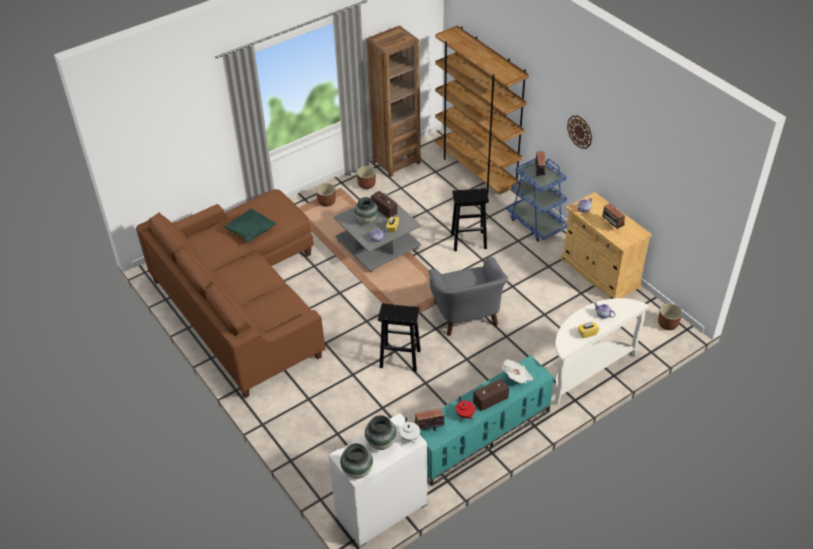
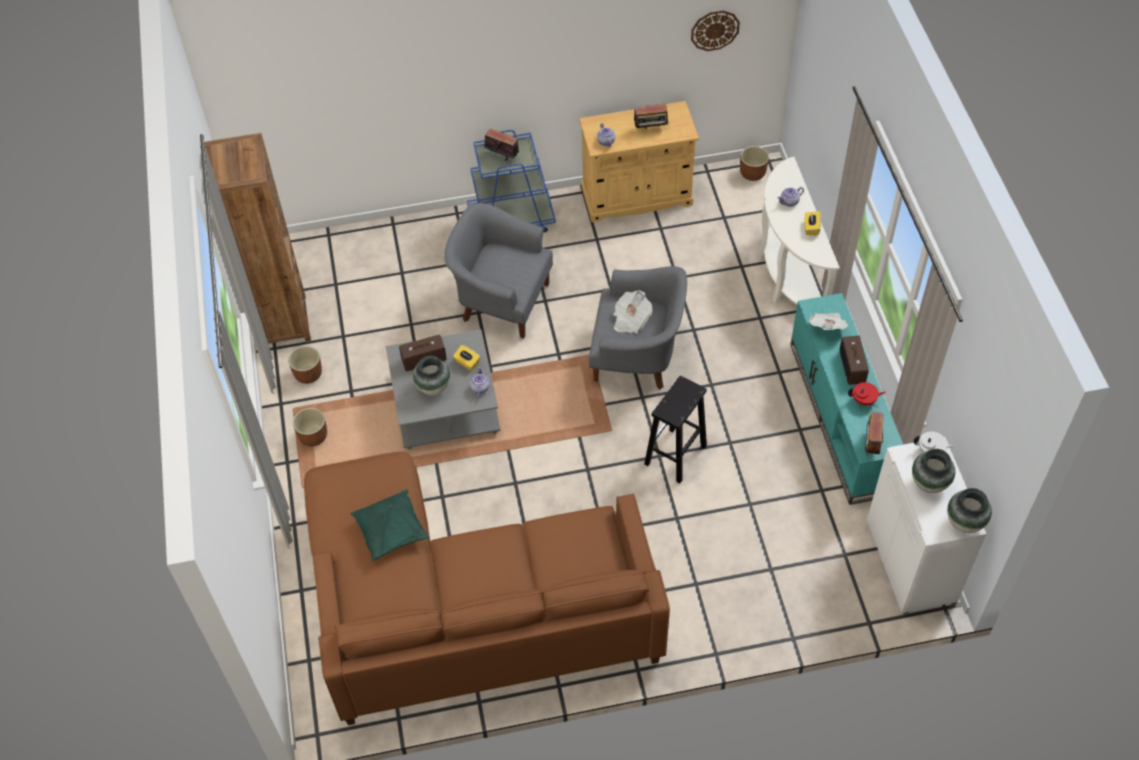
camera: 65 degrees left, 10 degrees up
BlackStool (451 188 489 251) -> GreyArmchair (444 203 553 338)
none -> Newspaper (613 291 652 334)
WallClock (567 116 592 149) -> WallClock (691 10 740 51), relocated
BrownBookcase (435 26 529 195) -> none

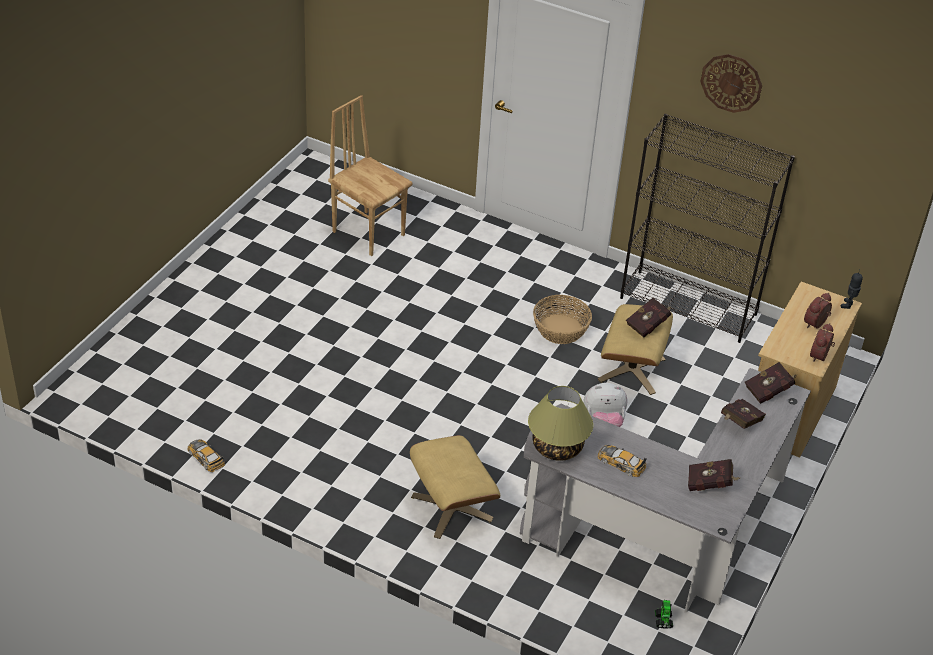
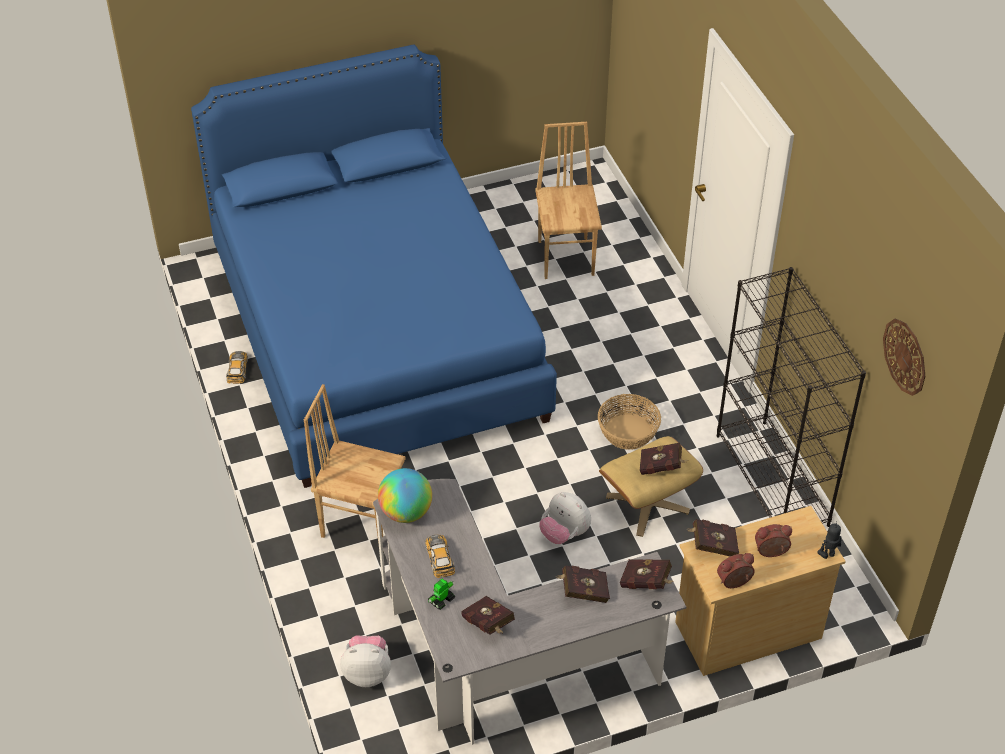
camera: 45 degrees right, 5 degrees up
none -> BlueBed (191 45 557 488)
BeigeOttoman (410 435 500 539) -> BrownChair (304 384 406 552)
none -> PlushToy (340 635 391 687)
TableLamp (528 386 593 461) -> Globe (378 468 432 523)
ToyRobot (655 599 673 629) -> ToyRobot (428 579 455 610), relocated
none -> RedBook (688 519 739 556)
WallClock (700 54 762 113) -> WallClock (883 319 925 396), relocated

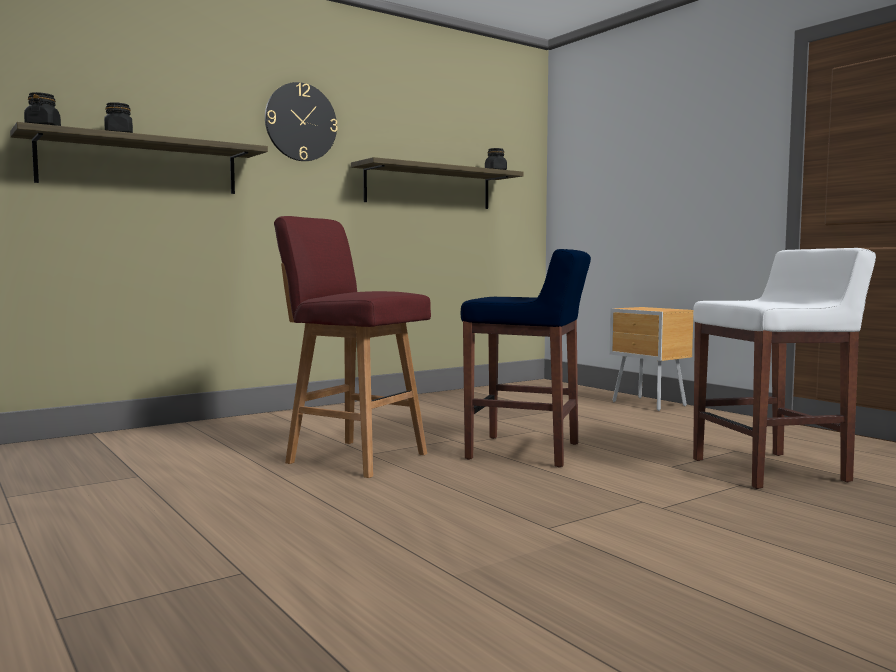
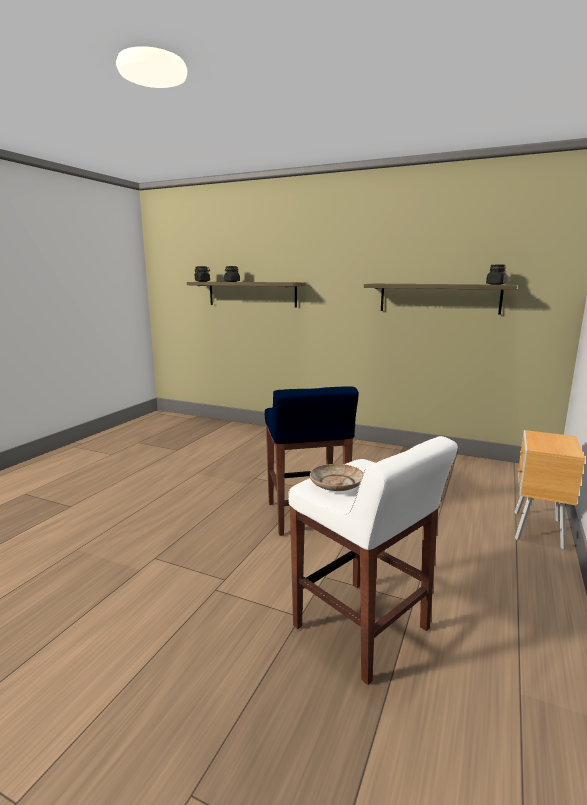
camera: 60 degrees right, 10 degrees up
none -> BeigePlate (310 464 363 491)
WallClock (265 82 338 161) -> none
RedStool (274 216 431 478) -> none

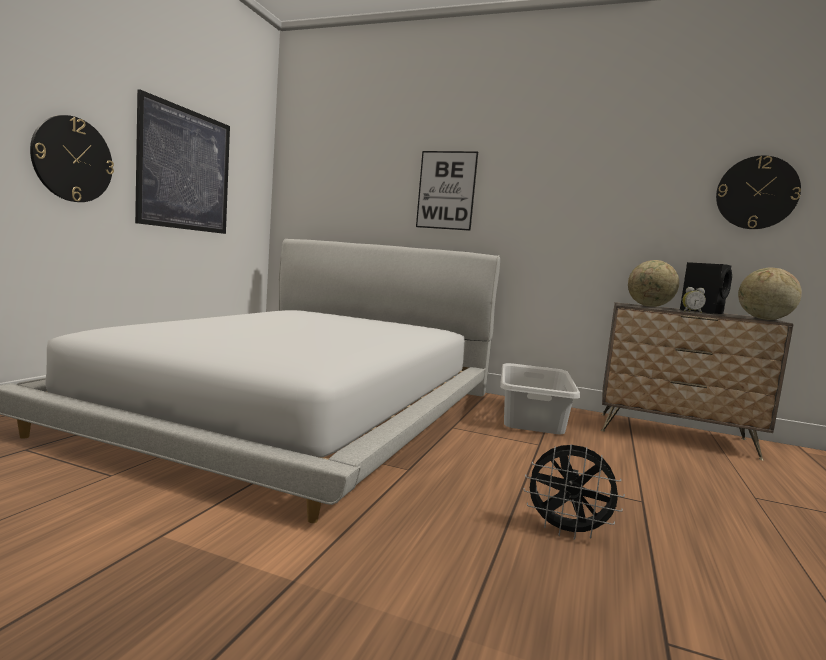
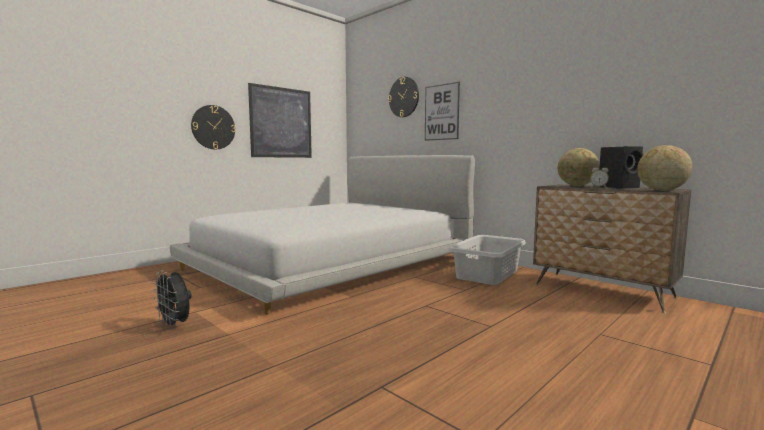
camera: 25 degrees right, 0 degrees up
BlackFan (523 445 625 540) -> BlackFan (152 271 192 329), relocated
WallClock (716 156 801 229) -> WallClock (388 77 419 117), relocated

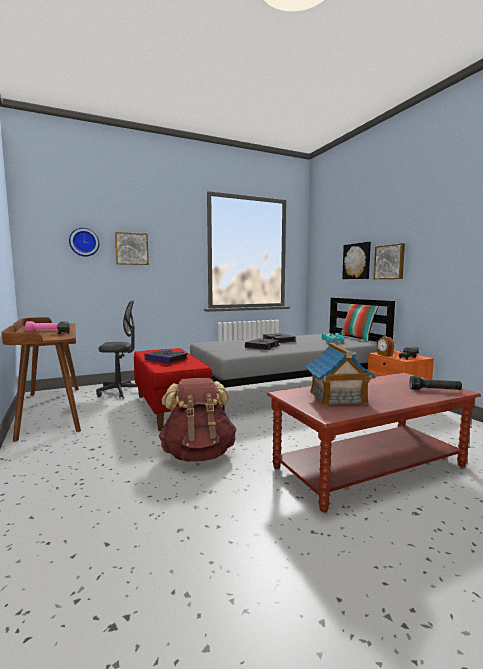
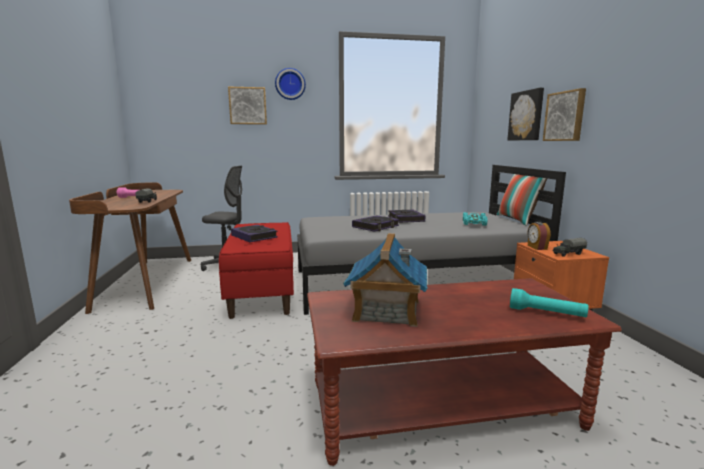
camera: 15 degrees right, 5 degrees up
WallClock (69 228 100 257) -> WallClock (275 68 306 100), relocated
BlackFlashlight (409 376 462 390) -> TurquoiseFlashlight (510 288 588 317)
BrownBackpack (158 378 237 462) -> none

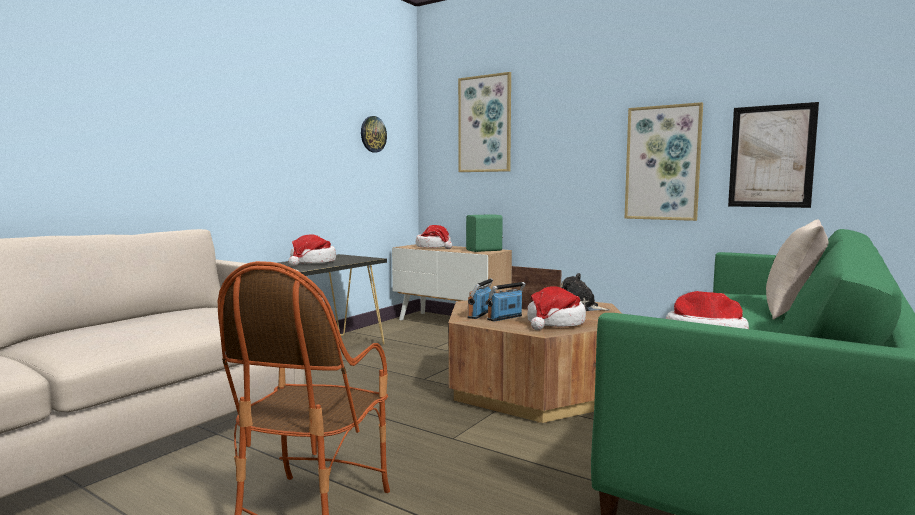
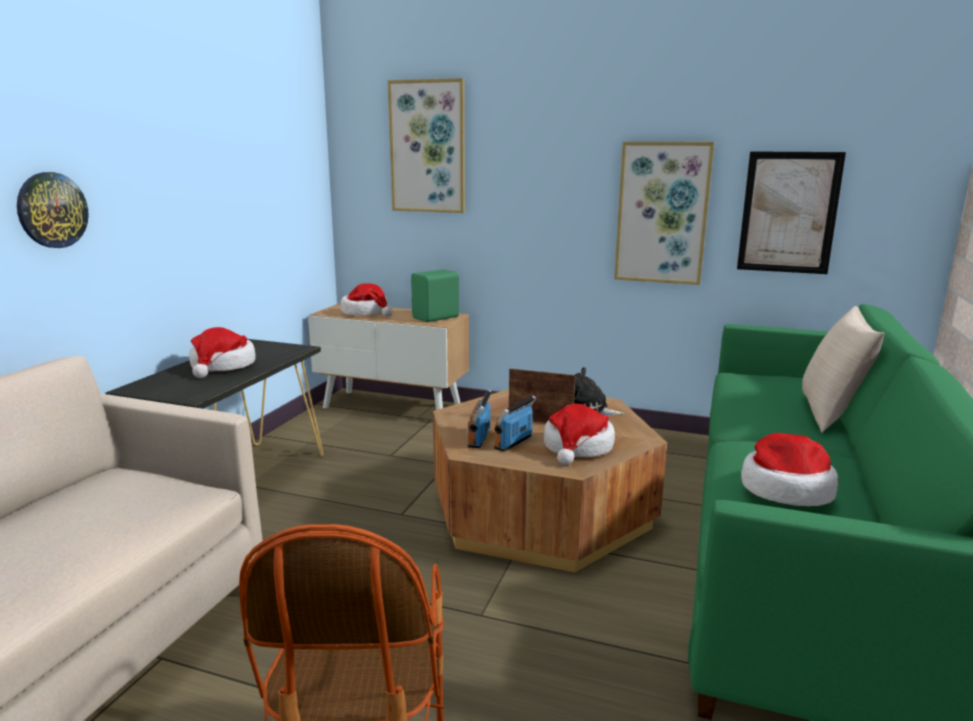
camera: 15 degrees left, 10 degrees up
WallClock (361 116 387 153) -> WallClock (17 172 89 248), relocated

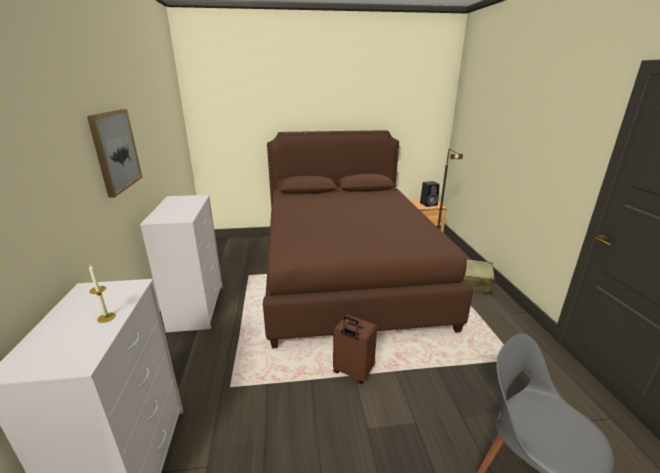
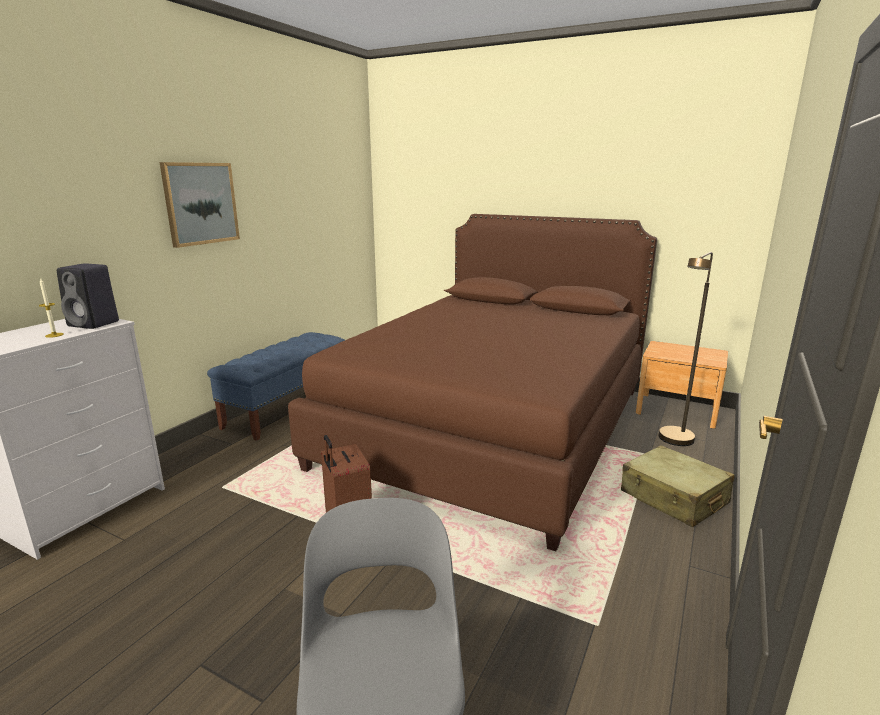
camera: 35 degrees right, 5 degrees down
BlackSpeaker (420 181 440 207) -> BlackSpeaker (57 263 119 329), relocated
WhiteDresser (140 195 223 332) -> BlueBench (207 332 345 441)

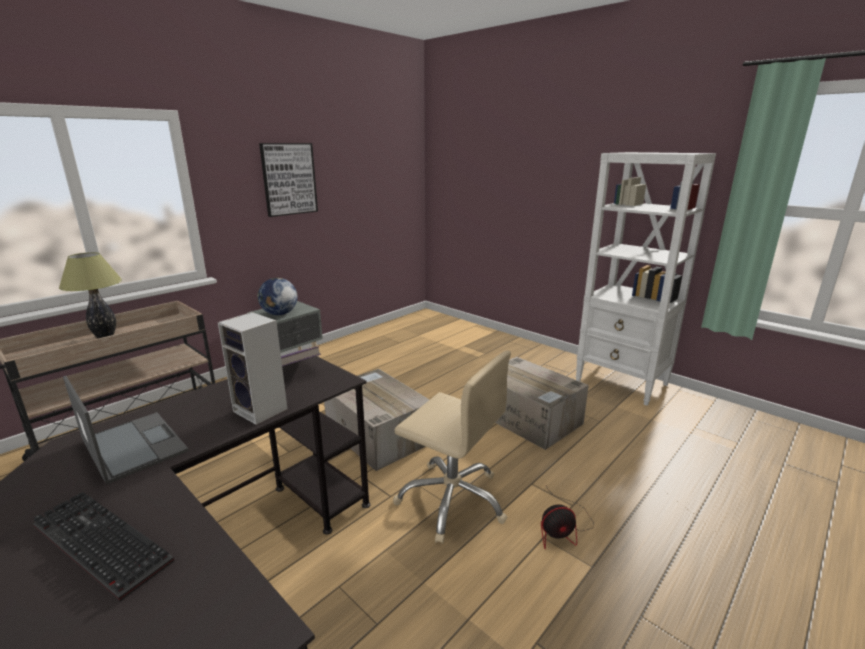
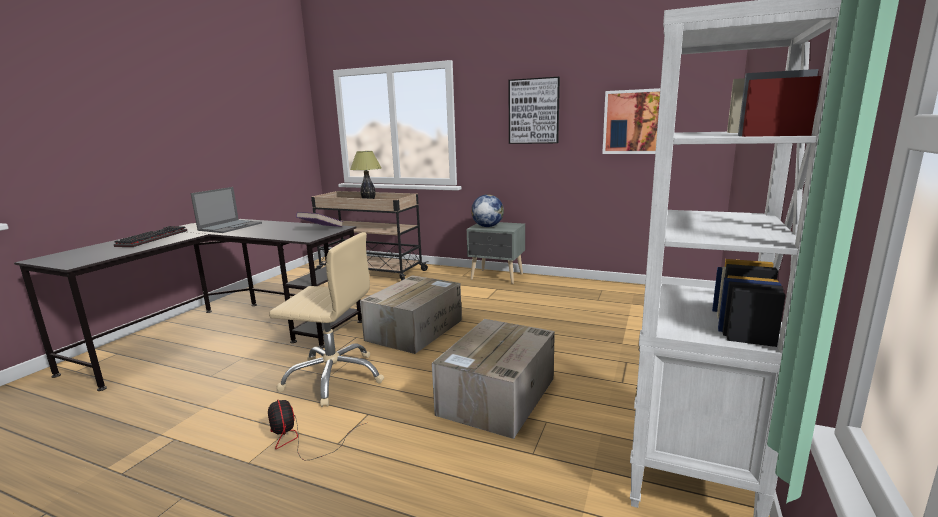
camera: 70 degrees right, 5 degrees down
BeigeOfficeChair (393 350 511 544) -> BeigeOfficeChair (269 232 384 407), 90 degrees counterclockwise
none -> Picture (602 88 660 154)
Speaker (218 312 287 425) -> none

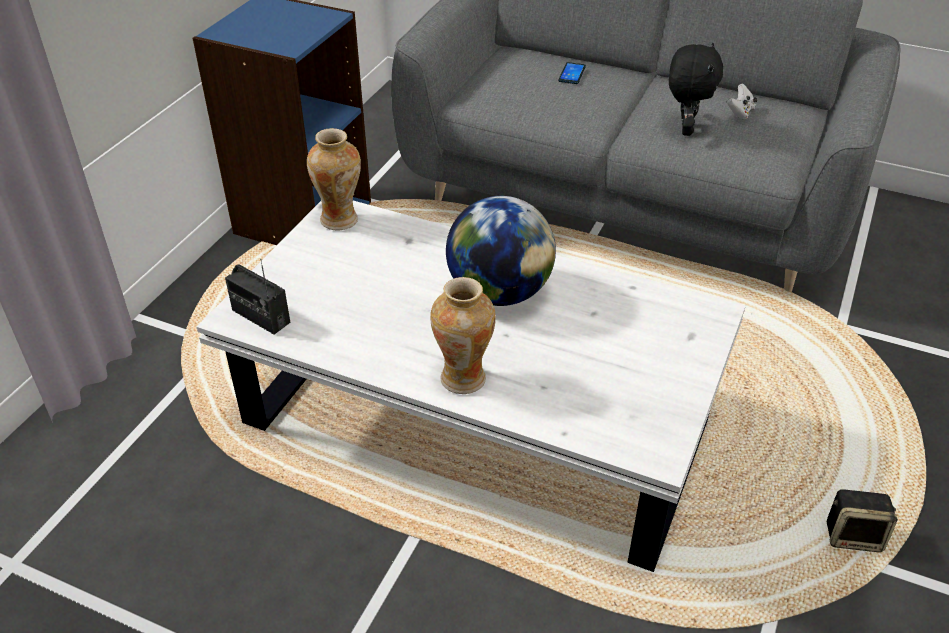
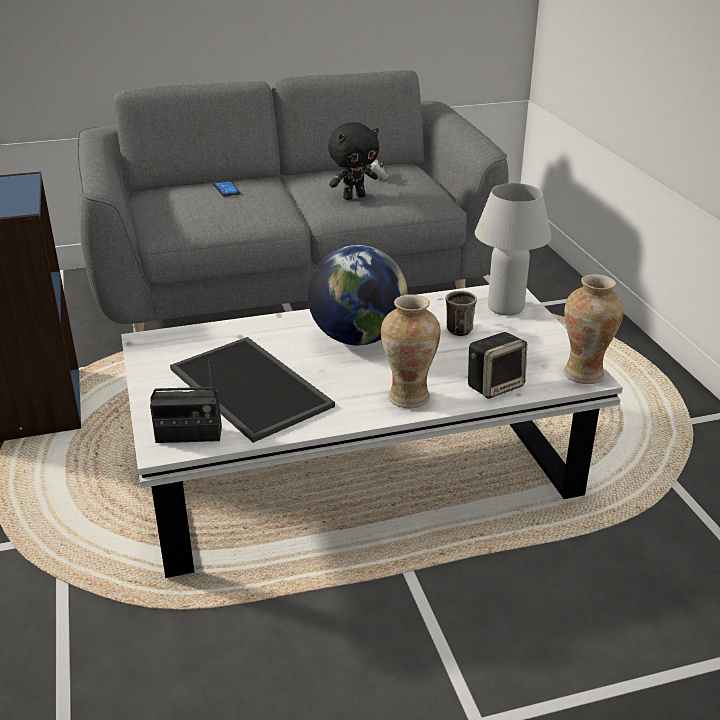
camera: 40 degrees left, 10 degrees down
none -> Tray (170 337 335 443)
BlackPlushToy (669 43 723 136) -> BlackPlushToy (328 122 379 200), 90 degrees clockwise
none -> Mug (446 291 477 336)
Speaker (827 489 898 552) -> Speaker (468 332 527 399), relocated
none -> WhiteTableLamp (475 183 552 316)
Vase (307 128 361 230) -> Vase (563 274 624 384), relocated

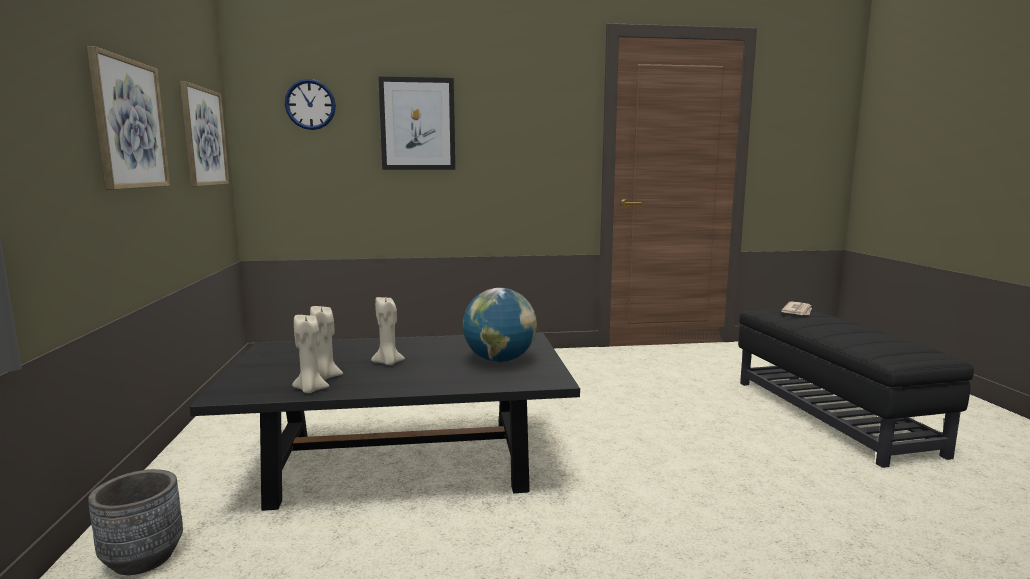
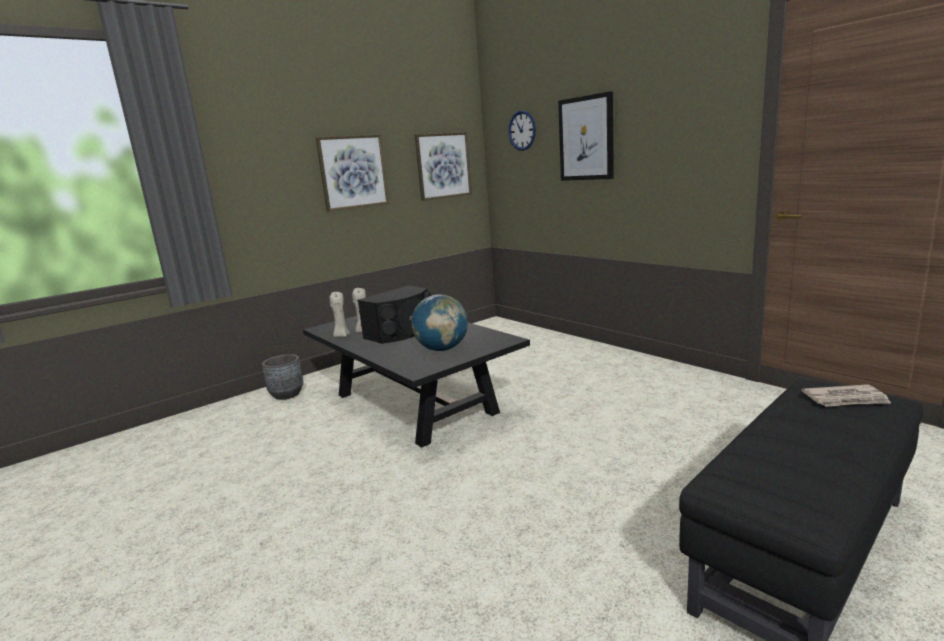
camera: 60 degrees right, 5 degrees up
BeigeCandle (371 297 405 365) -> BlackSpeaker (358 286 431 344)

